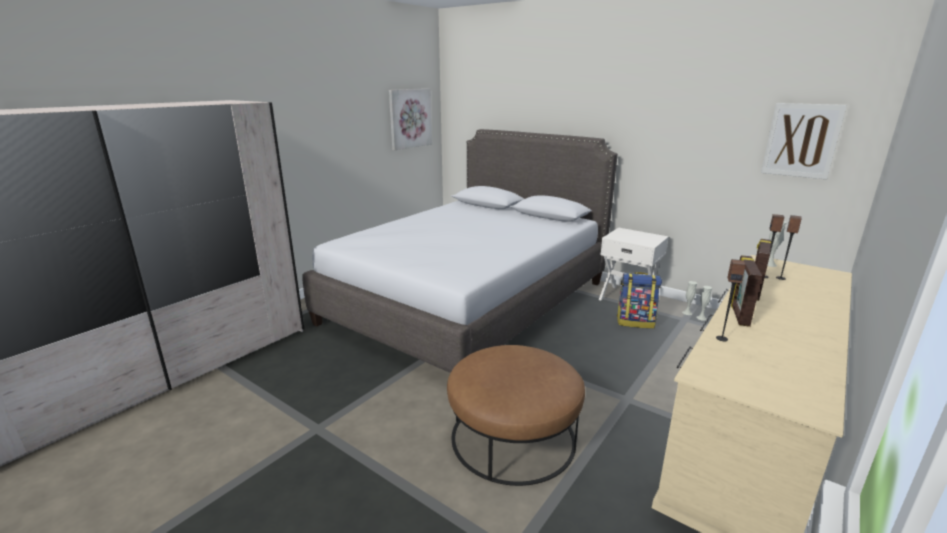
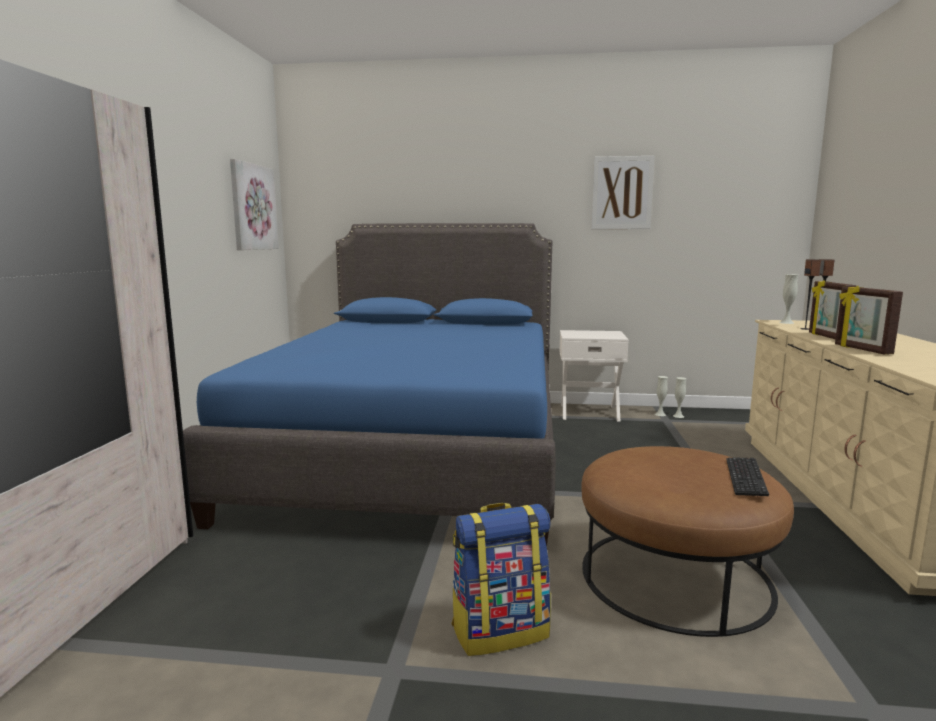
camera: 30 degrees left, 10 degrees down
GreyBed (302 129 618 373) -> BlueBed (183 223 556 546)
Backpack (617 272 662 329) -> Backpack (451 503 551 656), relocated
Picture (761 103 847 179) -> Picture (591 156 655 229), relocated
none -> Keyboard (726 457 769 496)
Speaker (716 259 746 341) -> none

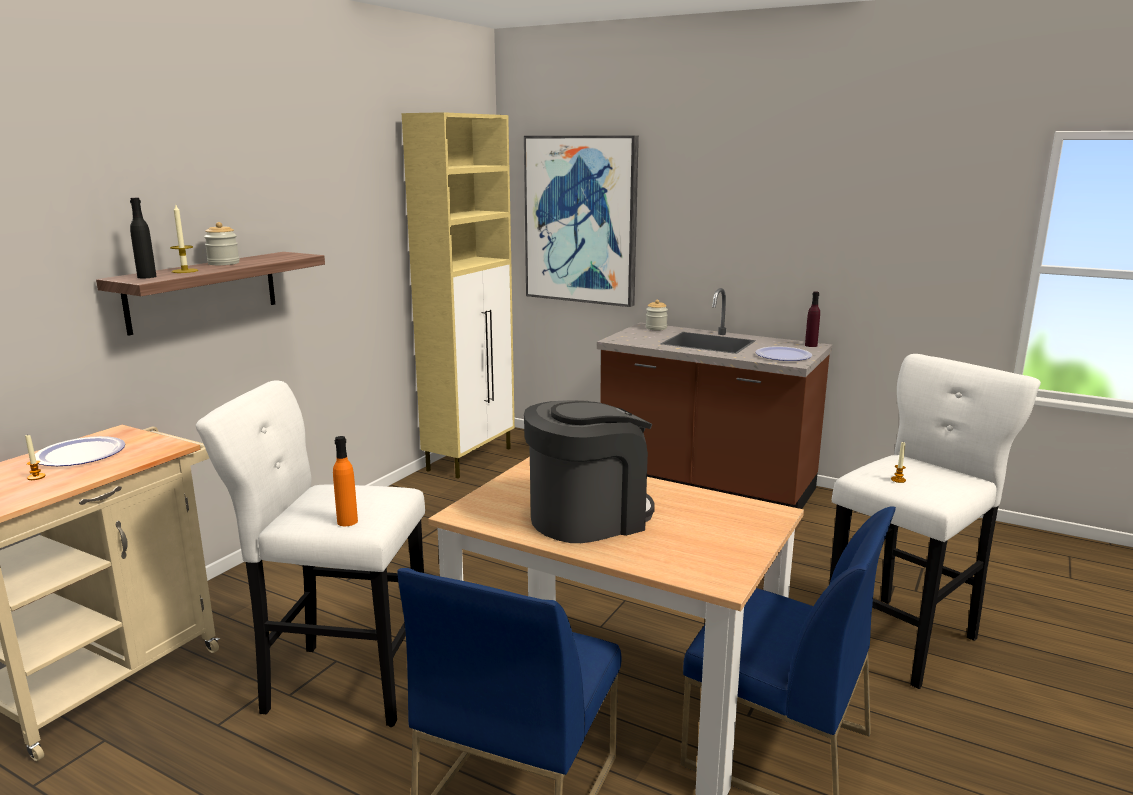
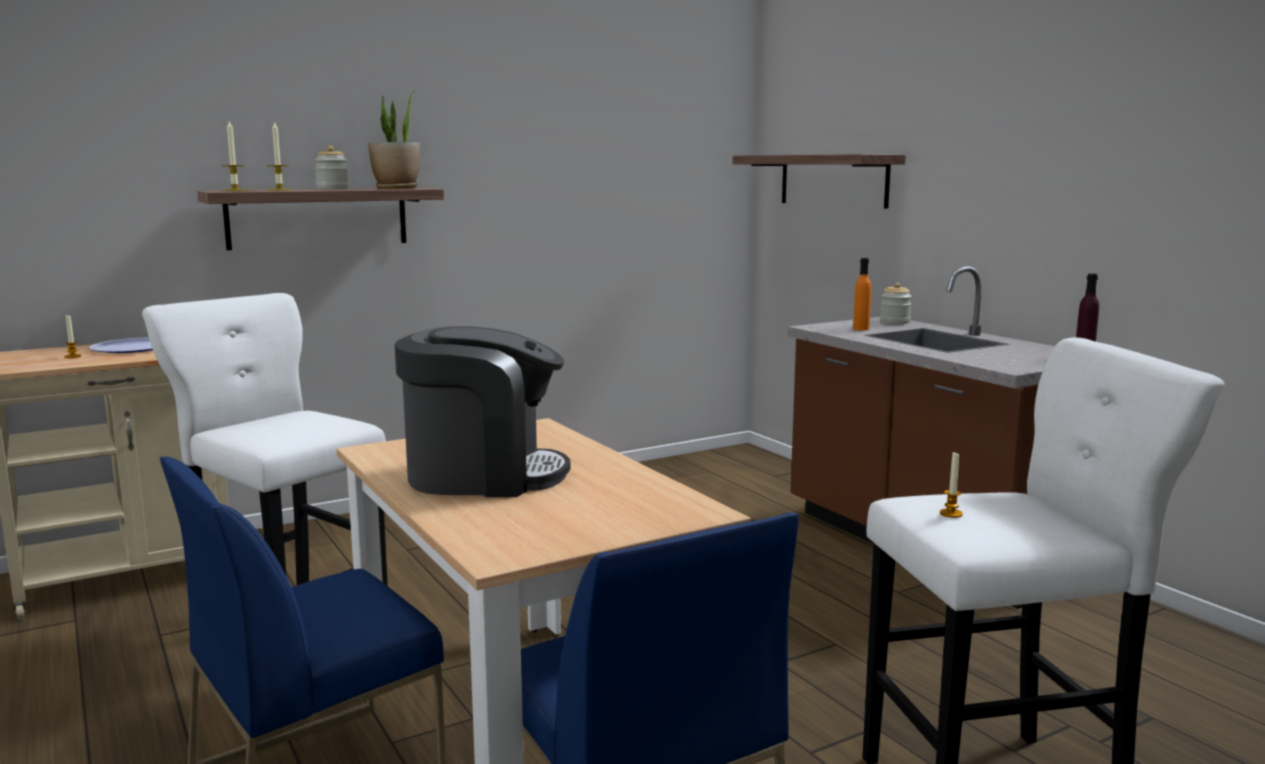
camera: 30 degrees right, 5 degrees down
BlackBottle (130 198 157 278) -> Candle (221 121 249 191)
none -> PottedPlant (368 90 420 189)
Picture (524 136 639 307) -> Shelf (733 154 906 209)
OrangeBottle (333 436 358 526) -> OrangeBottle (853 258 871 331), relocated
BeigeCabinet (402 112 515 479) -> none
Plate (756 346 812 361) -> none

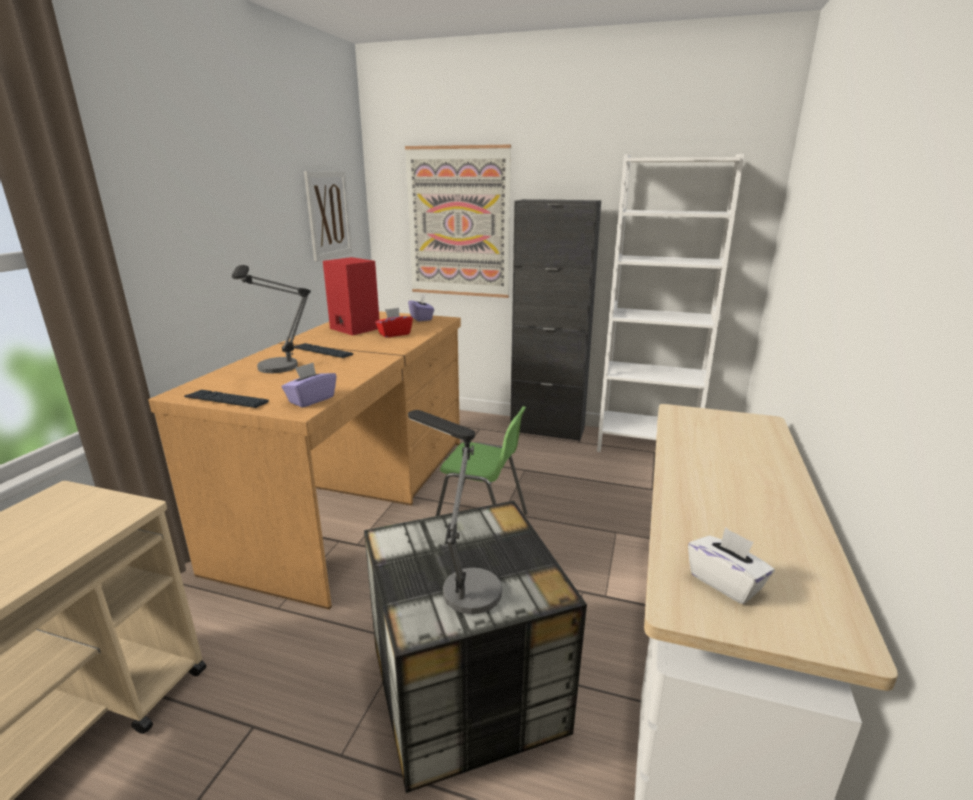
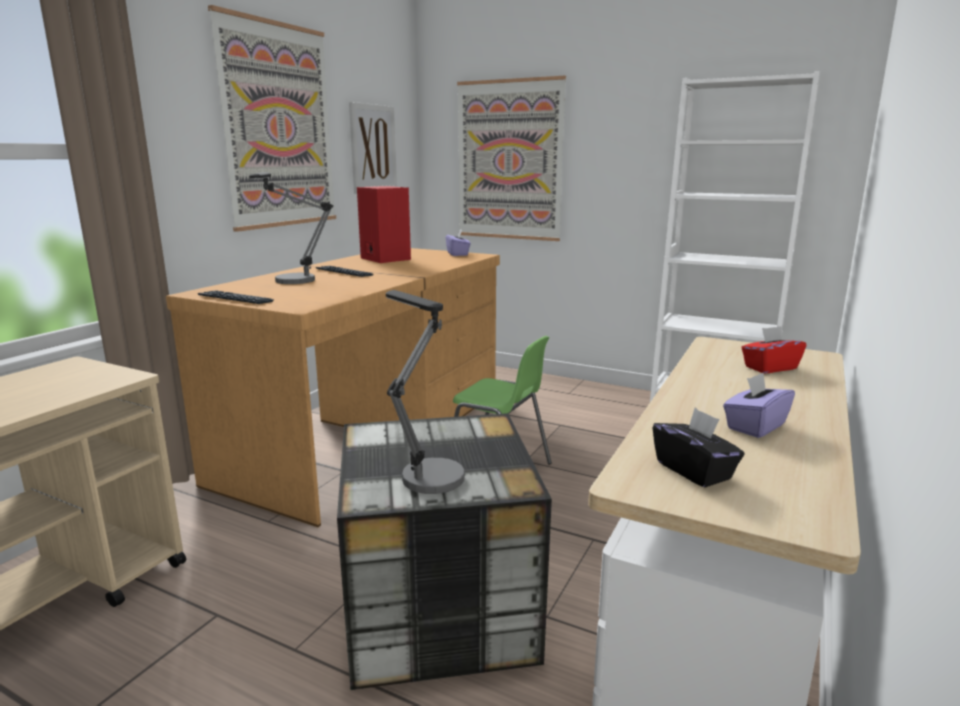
camera: 10 degrees right, 5 degrees down
none -> Picture (208 5 336 232)
WhiteTissueBox (688 527 775 604) -> BlackTissueBox (652 408 745 488)
PurpleTissueBox (282 363 336 408) -> PurpleTissueBox (723 373 795 438), relocated
RedTissueBox (375 308 413 338) -> RedTissueBox (741 326 807 373), relocated
BlackCabinet (510 199 601 442) -> none

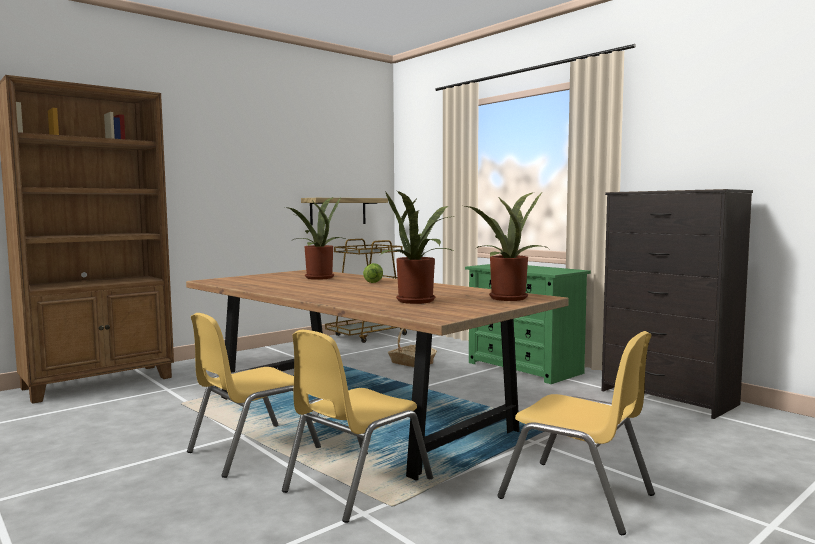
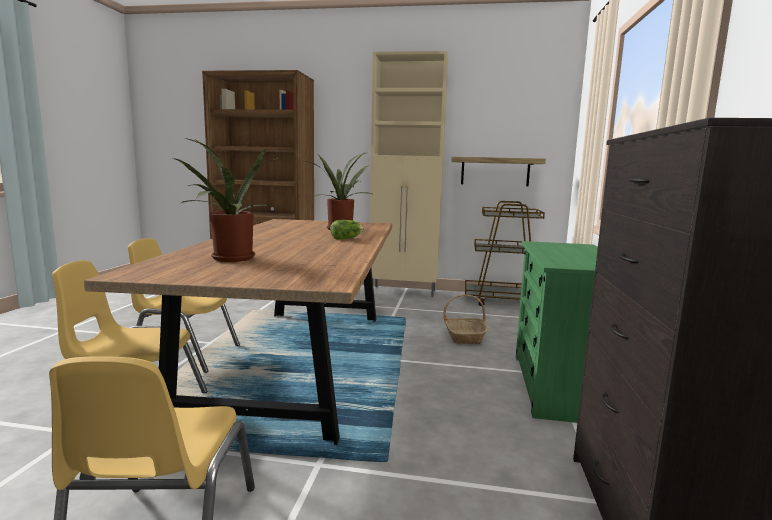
camera: 50 degrees right, 5 degrees up
none -> BeigeCabinet (370 51 448 297)
PottedPlant (465 192 549 301) -> none

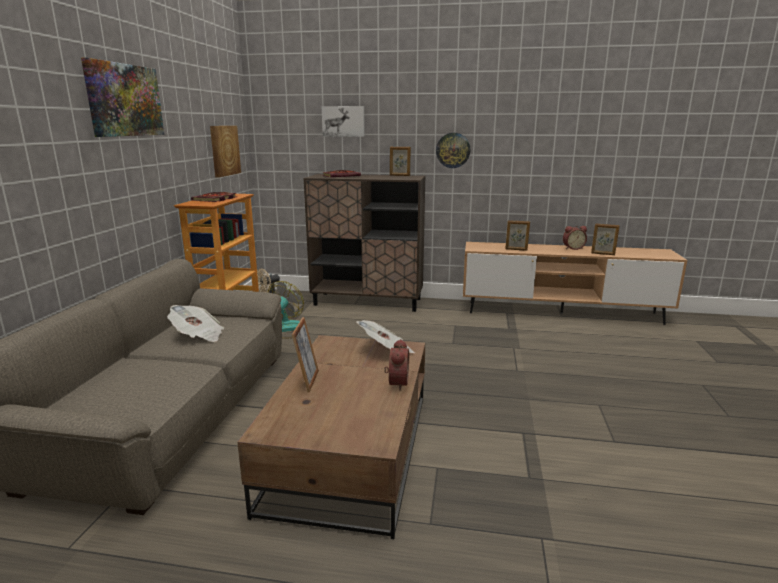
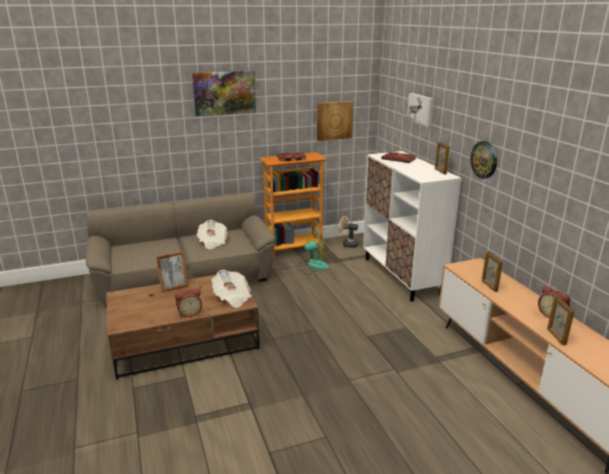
camera: 60 degrees right, 5 degrees up
BrownCabinet (304 174 426 312) -> WhiteCabinet (363 151 462 302)

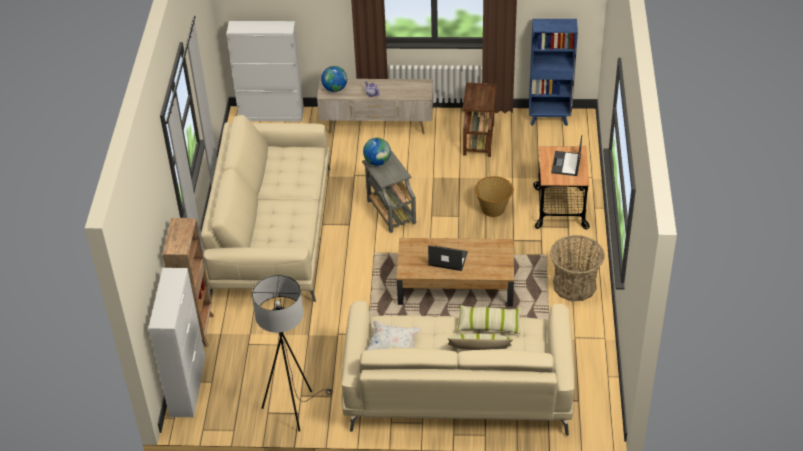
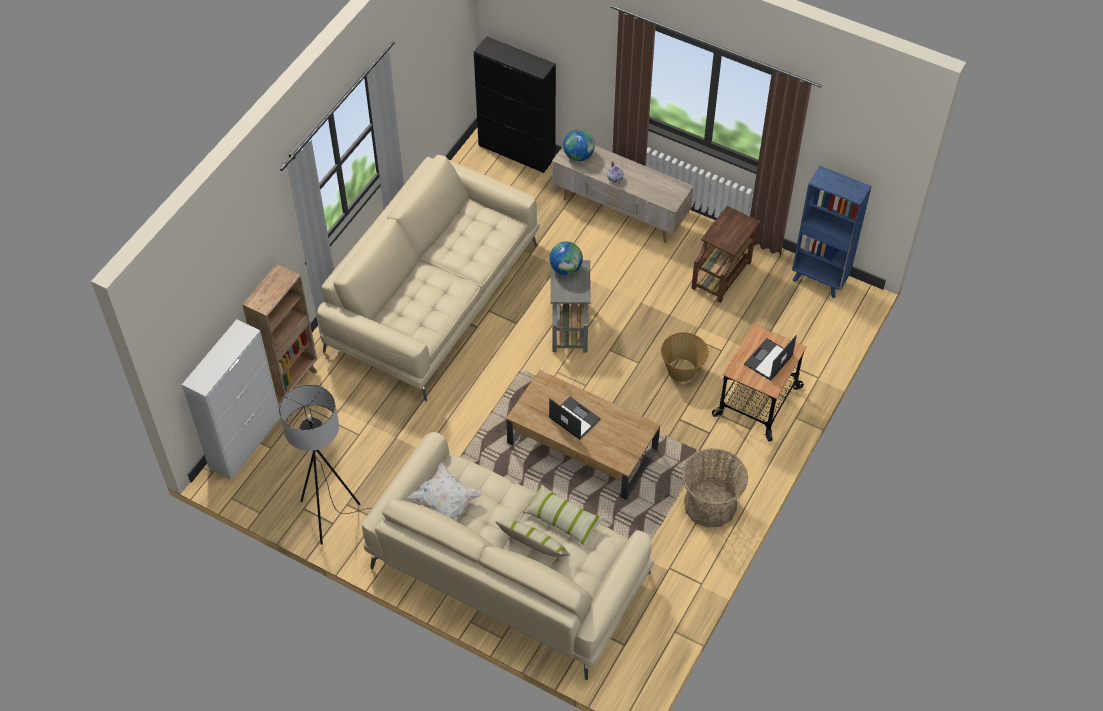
camera: 25 degrees right, 10 degrees up
WhiteCabinet (226 21 304 122) -> BlackCabinet (474 36 556 173)

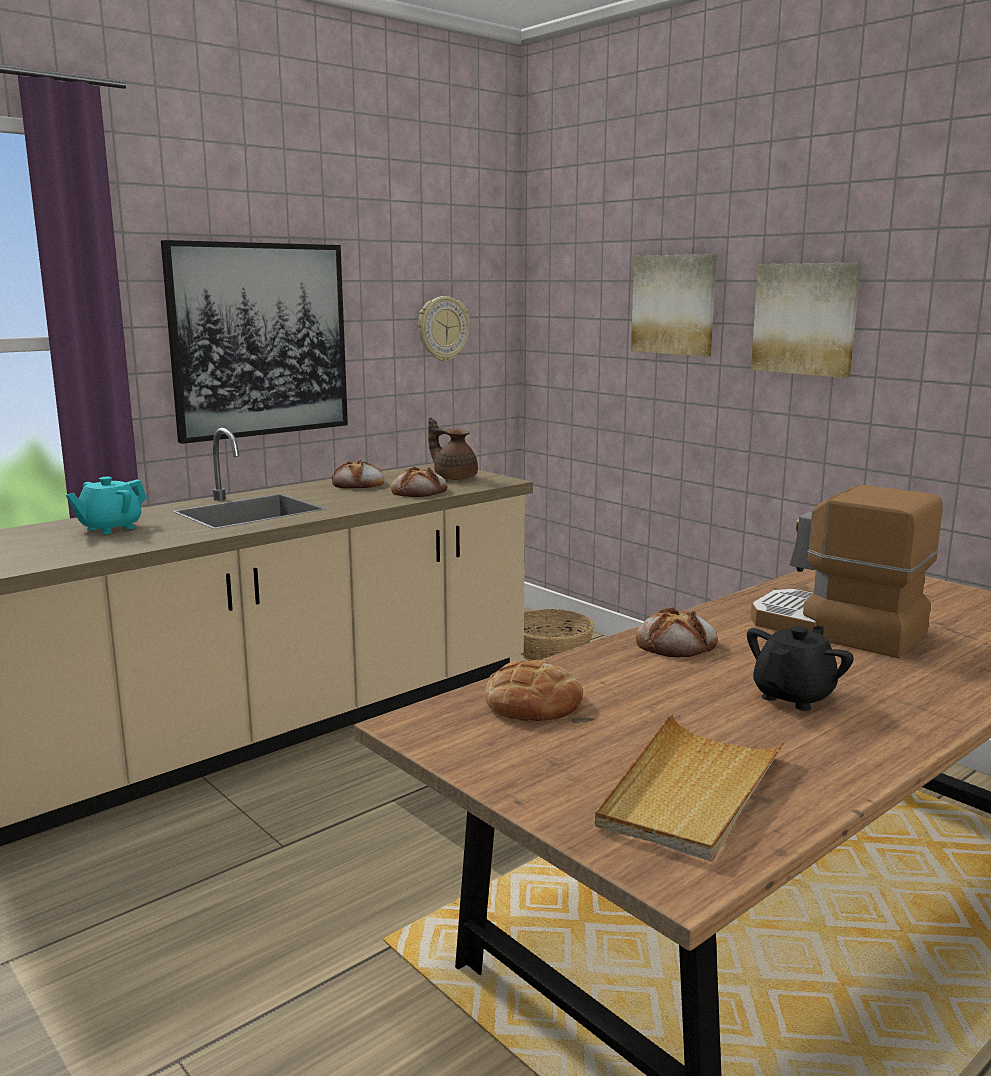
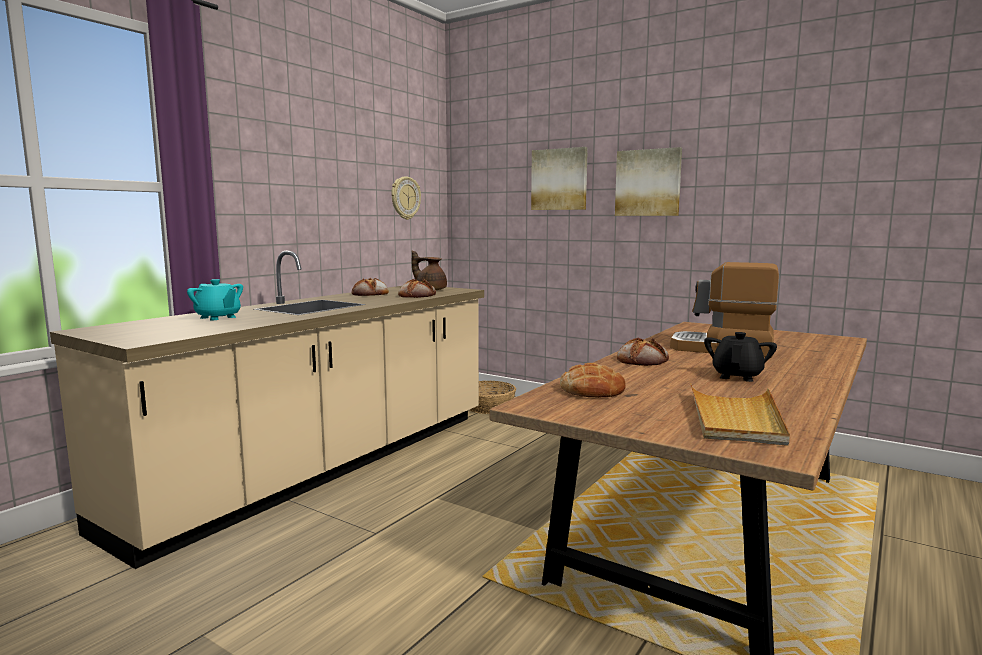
camera: 15 degrees left, 5 degrees down
TurquoiseTeapot (66 477 147 534) -> TurquoiseTeapot (187 279 243 320), 75 degrees counterclockwise
Picture (161 240 348 444) -> none

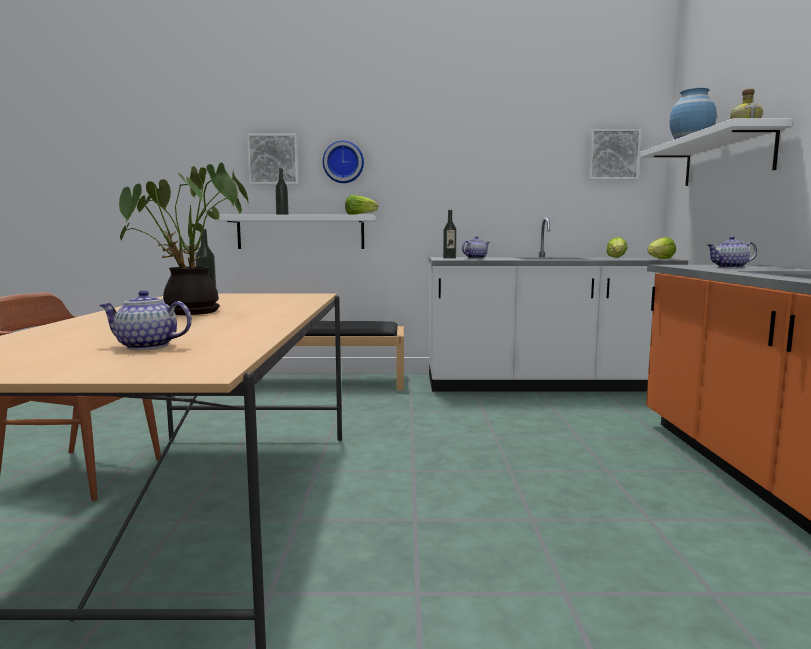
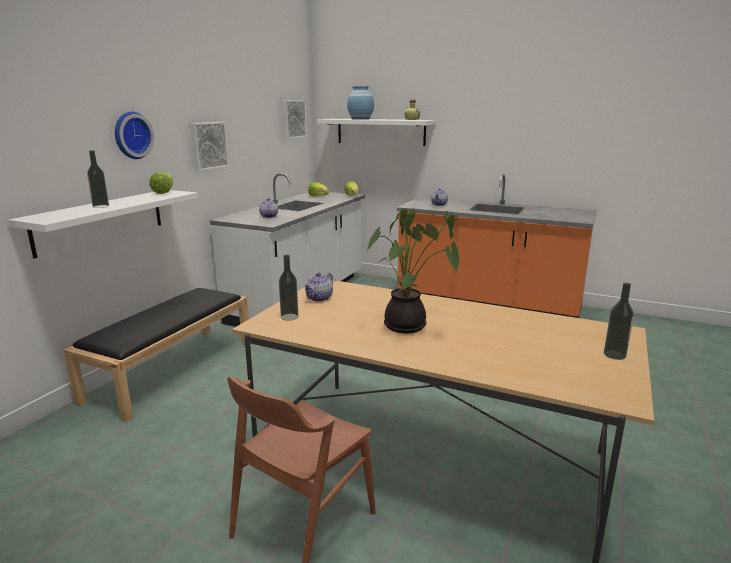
camera: 65 degrees left, 10 degrees up
Picture (247 134 298 184) -> Picture (190 122 229 171), relocated
Teapot (100 290 192 350) -> Teapot (304 272 333 302), relocated
Bottle (443 210 457 259) -> Bottle (604 283 634 360), relocated

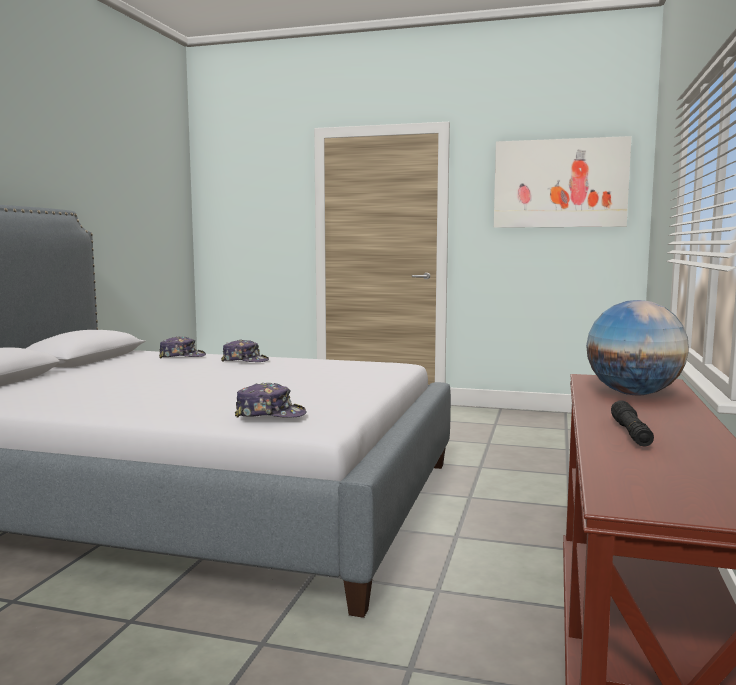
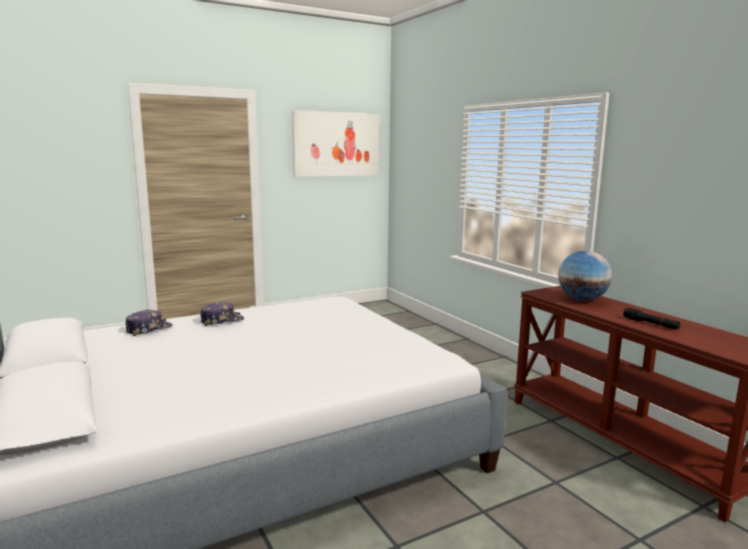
camera: 45 degrees left, 5 degrees up
Cap (235 383 306 418) -> none

